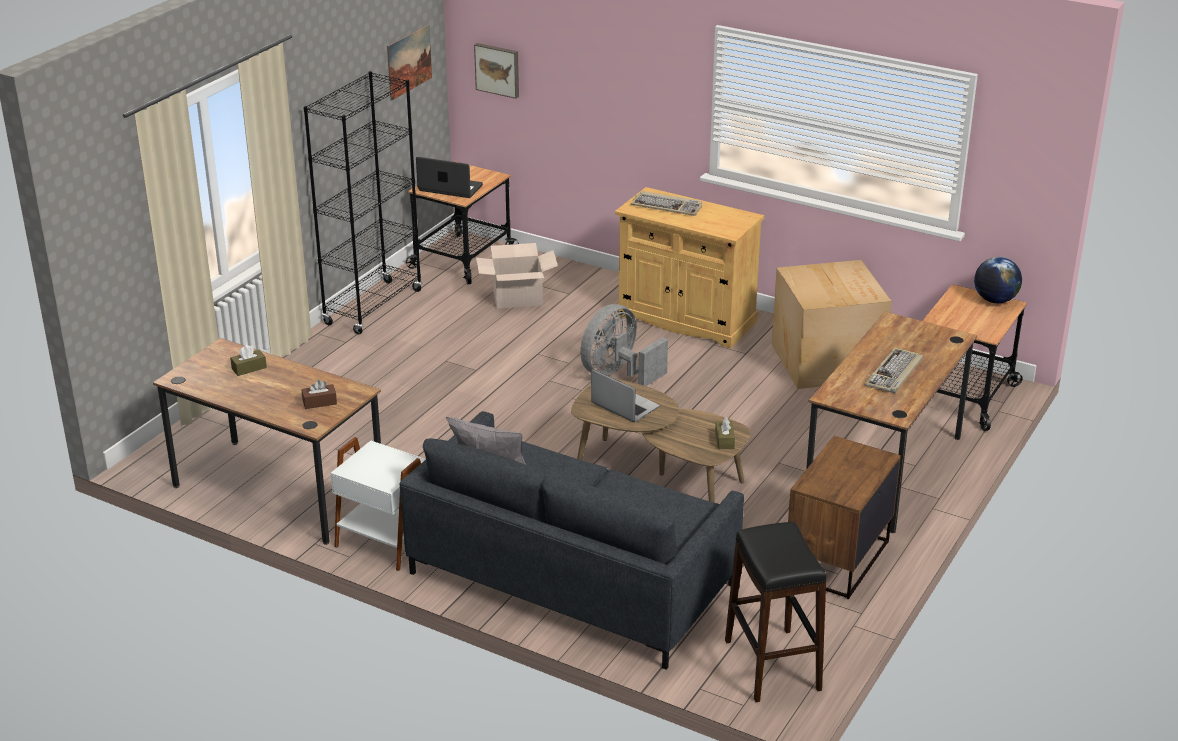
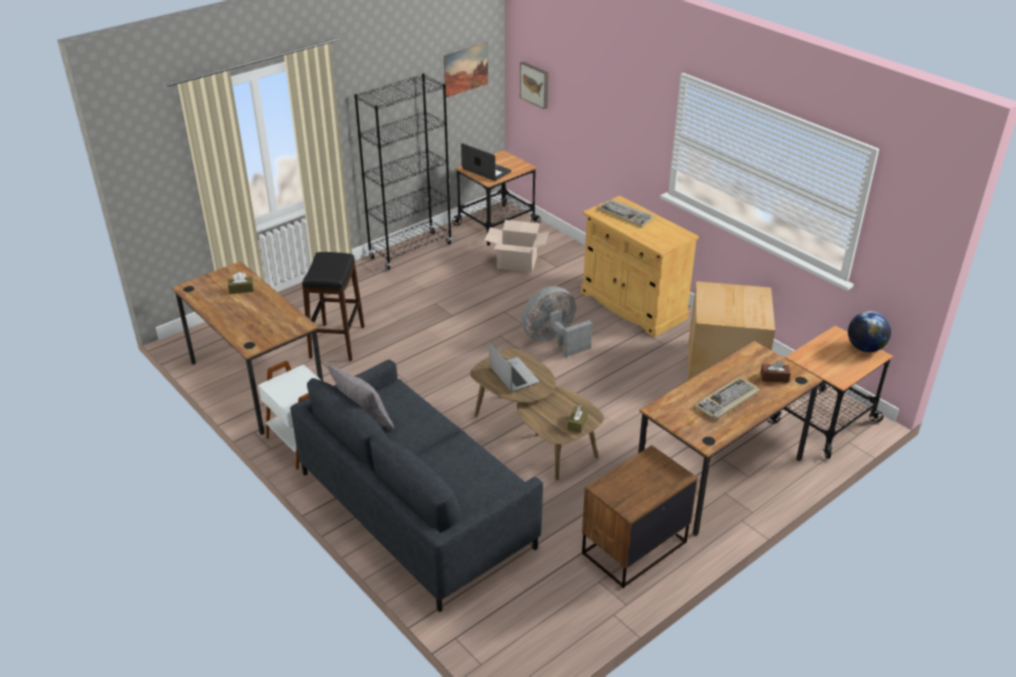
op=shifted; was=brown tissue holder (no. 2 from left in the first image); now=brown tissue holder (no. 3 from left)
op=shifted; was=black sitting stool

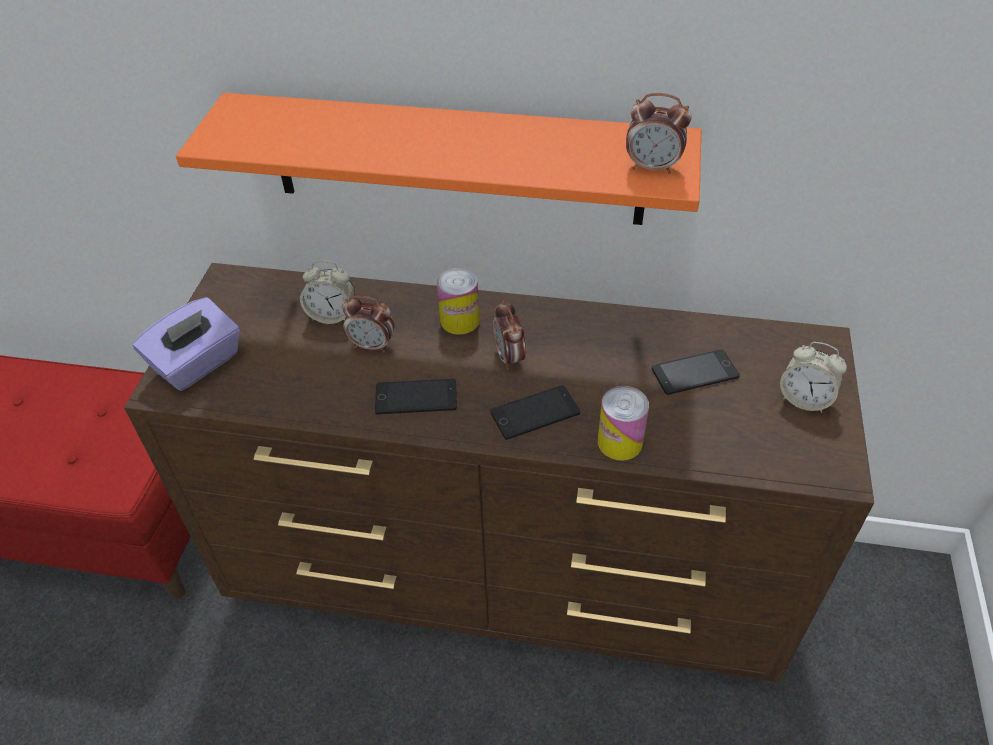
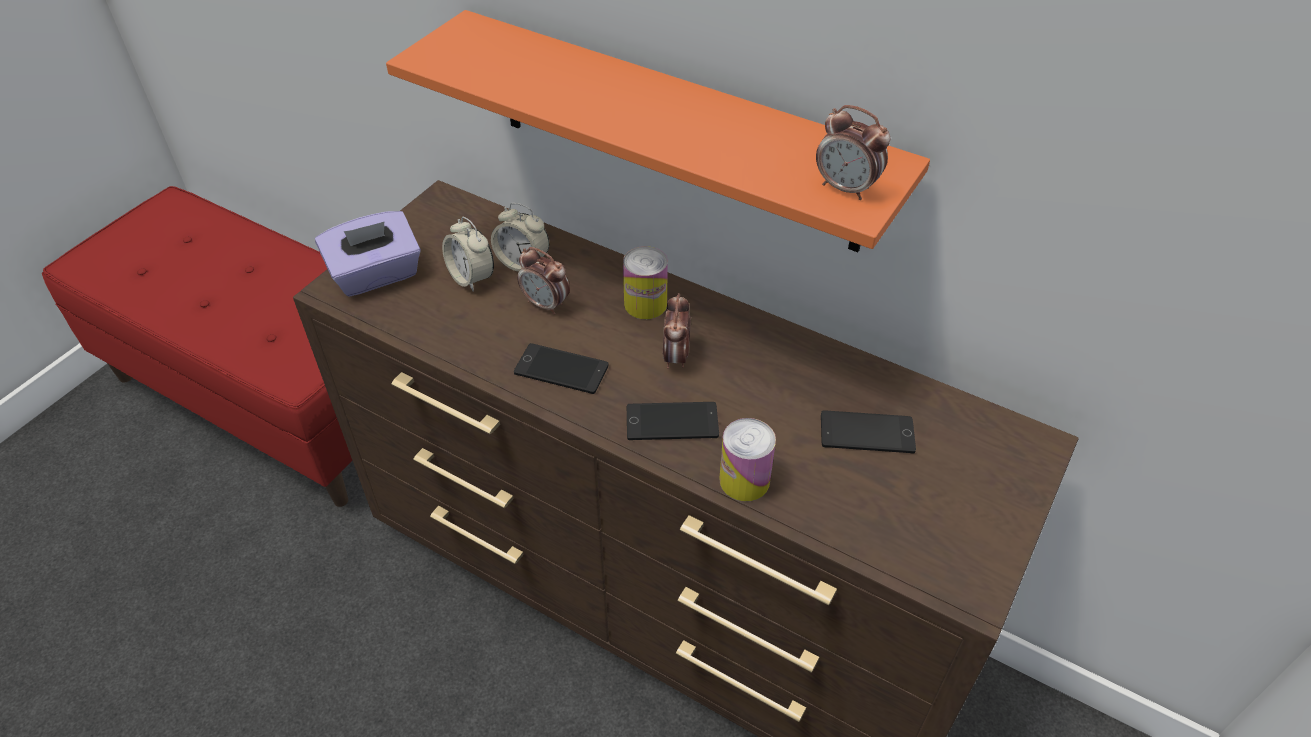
op=shifted; was=table clock (no. 5 from left in the first image); now=table clock (no. 1 from left)

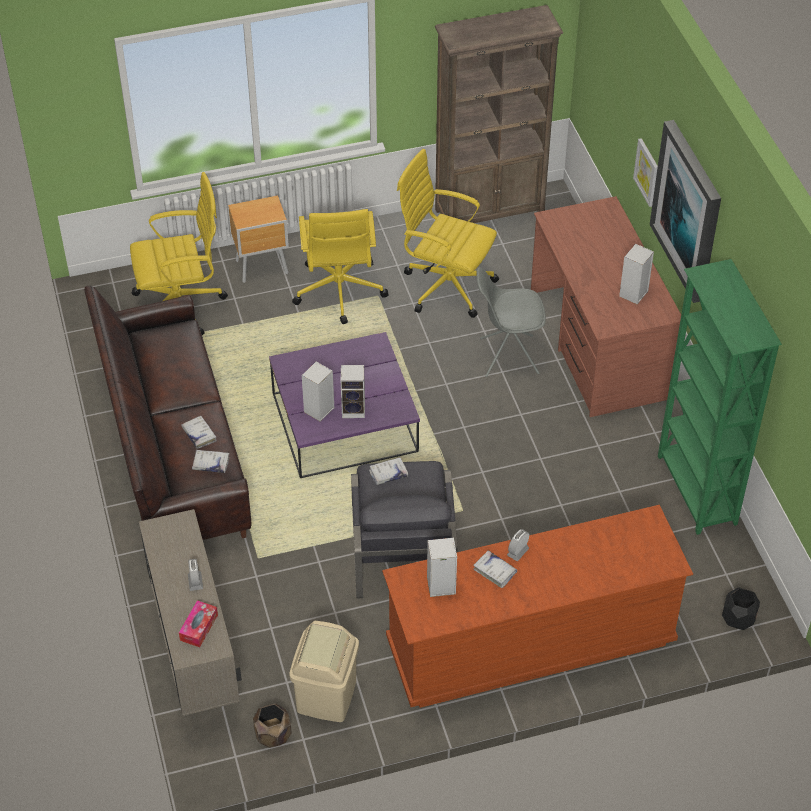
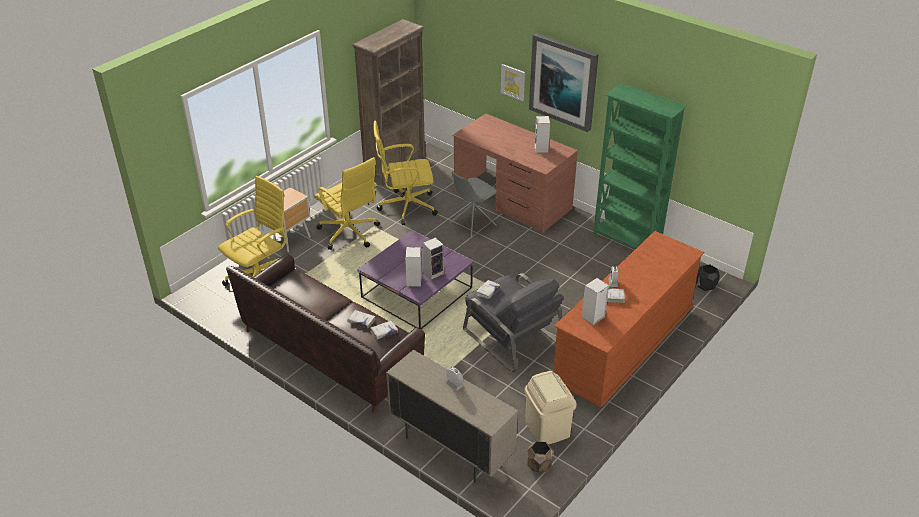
op=gone; was=tissue holder

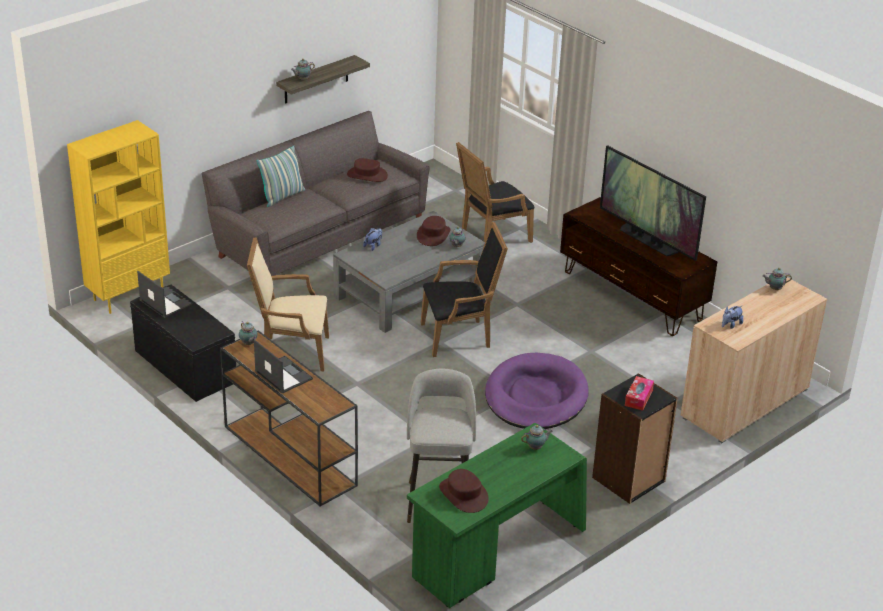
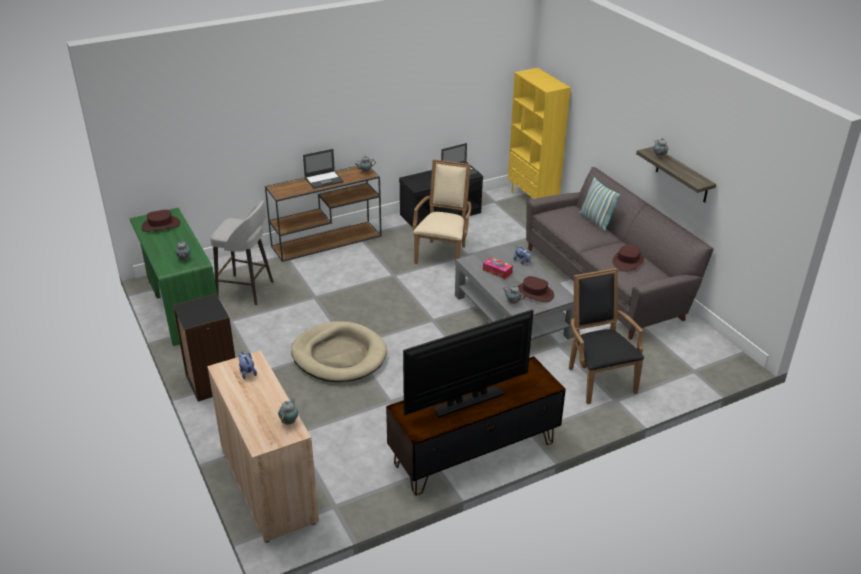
op=gone; was=black armchair (no. 1 from left)
op=repainted; was=purplish dog bed; now=sand-coloured dog bed
op=shifted; was=tissue holder

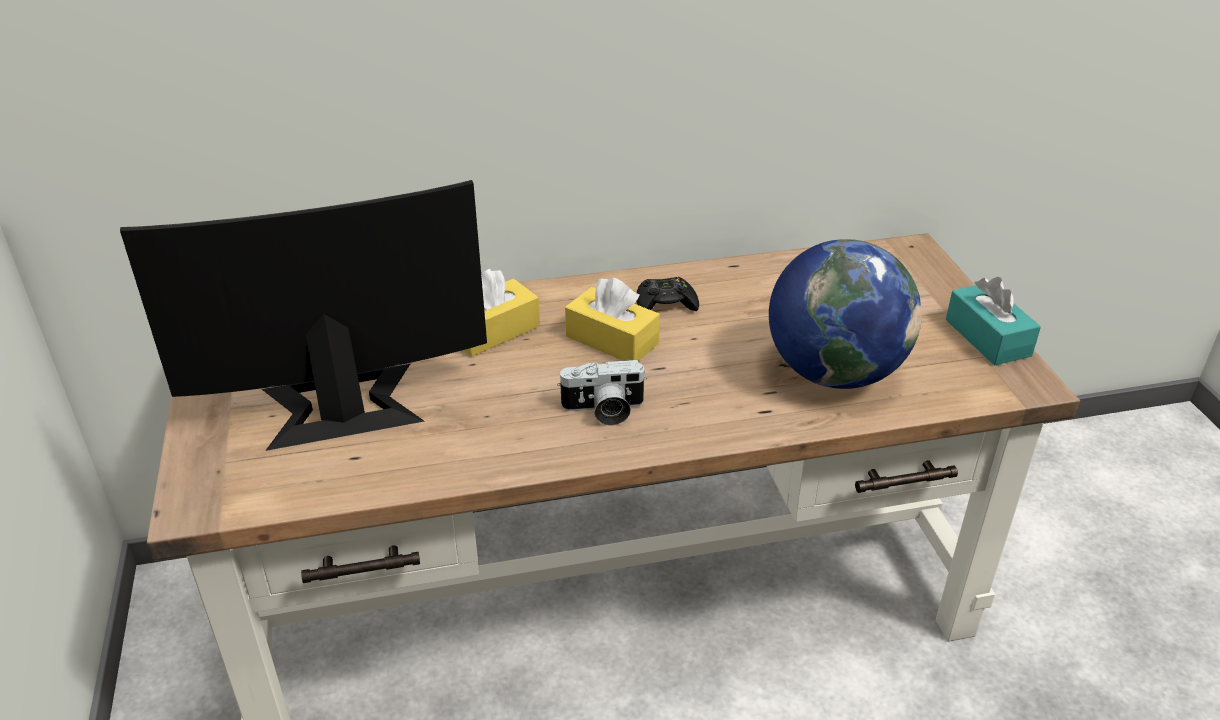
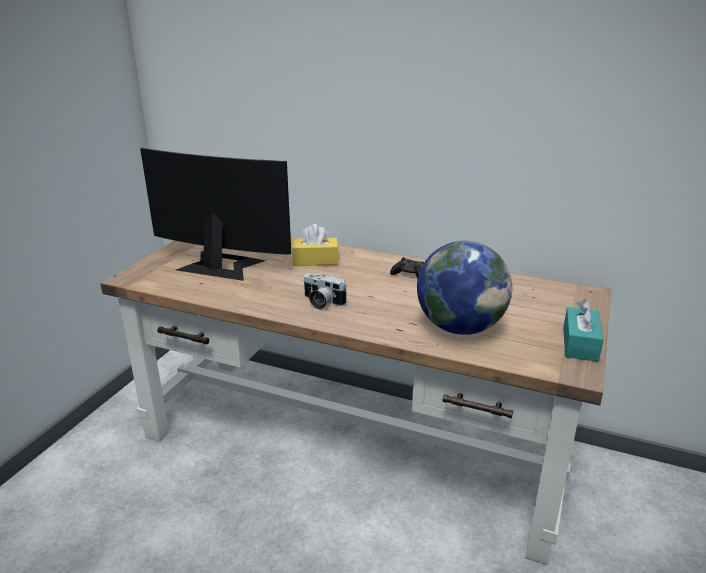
op=gone; was=yellow tissue holder (no. 2 from left)

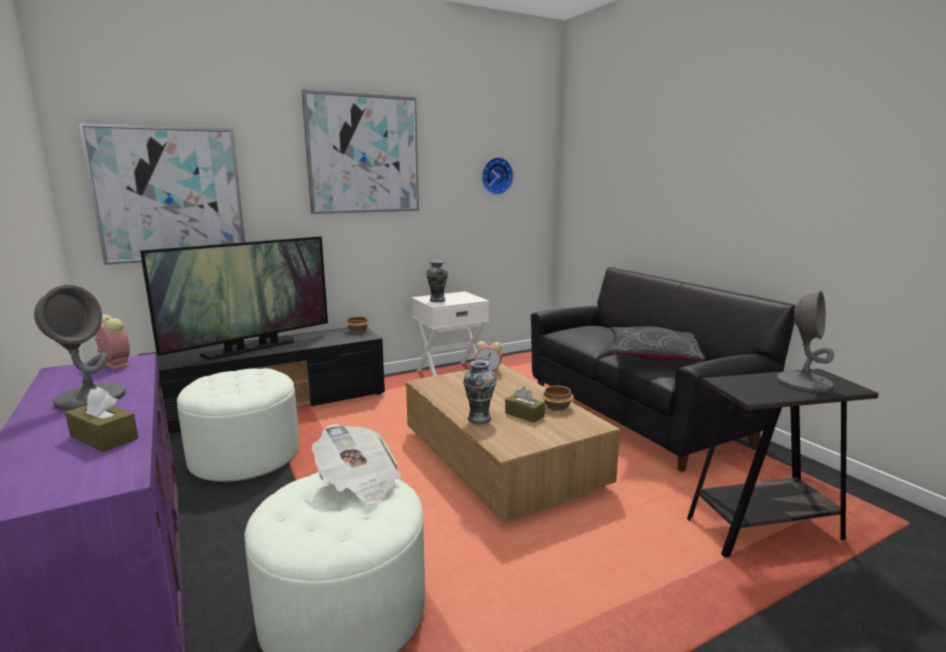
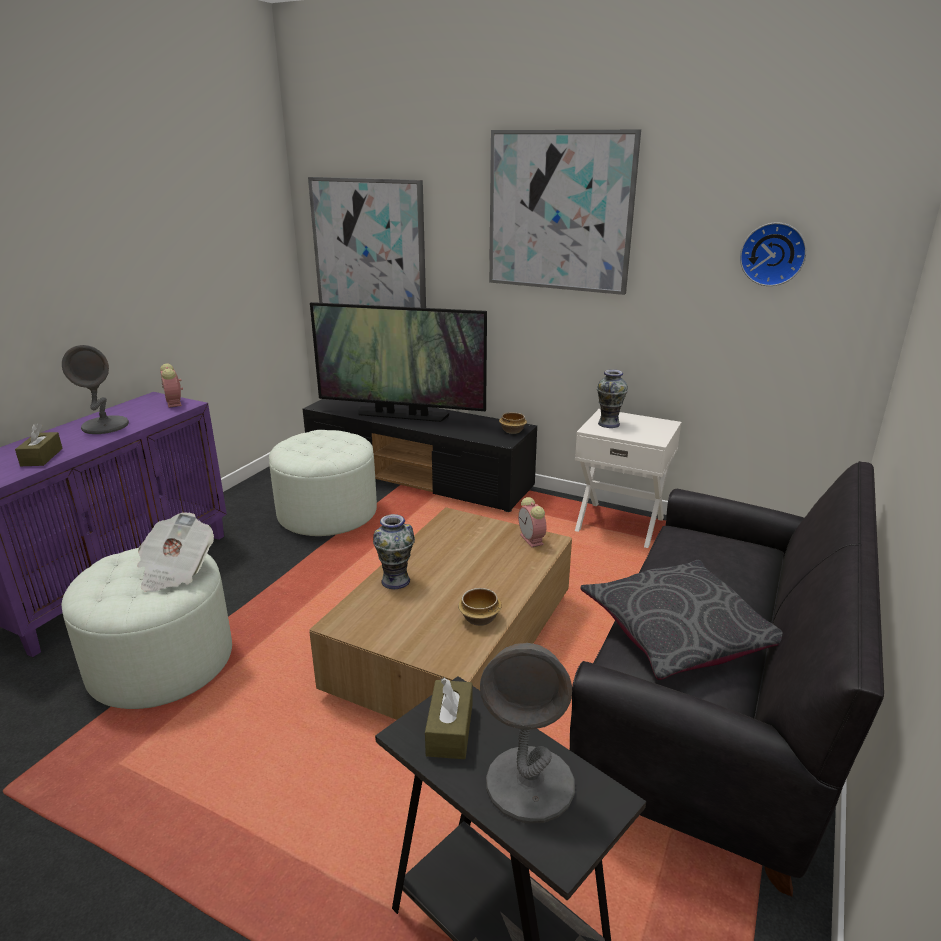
op=rotated; was=table clock (no. 1 from left); clockwise=150
op=shifted; was=brown tissue holder (no. 2 from left)

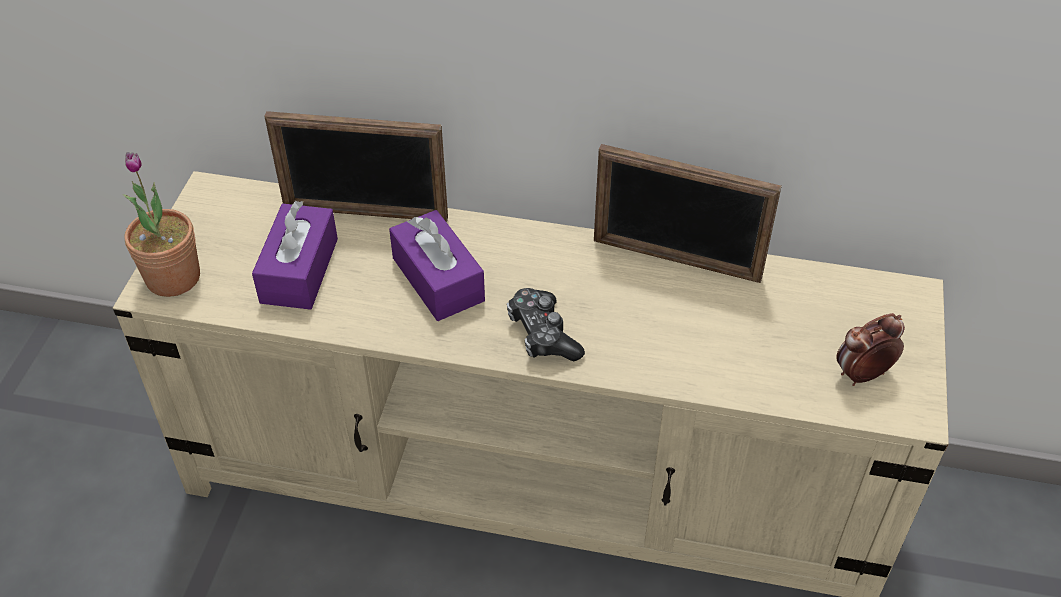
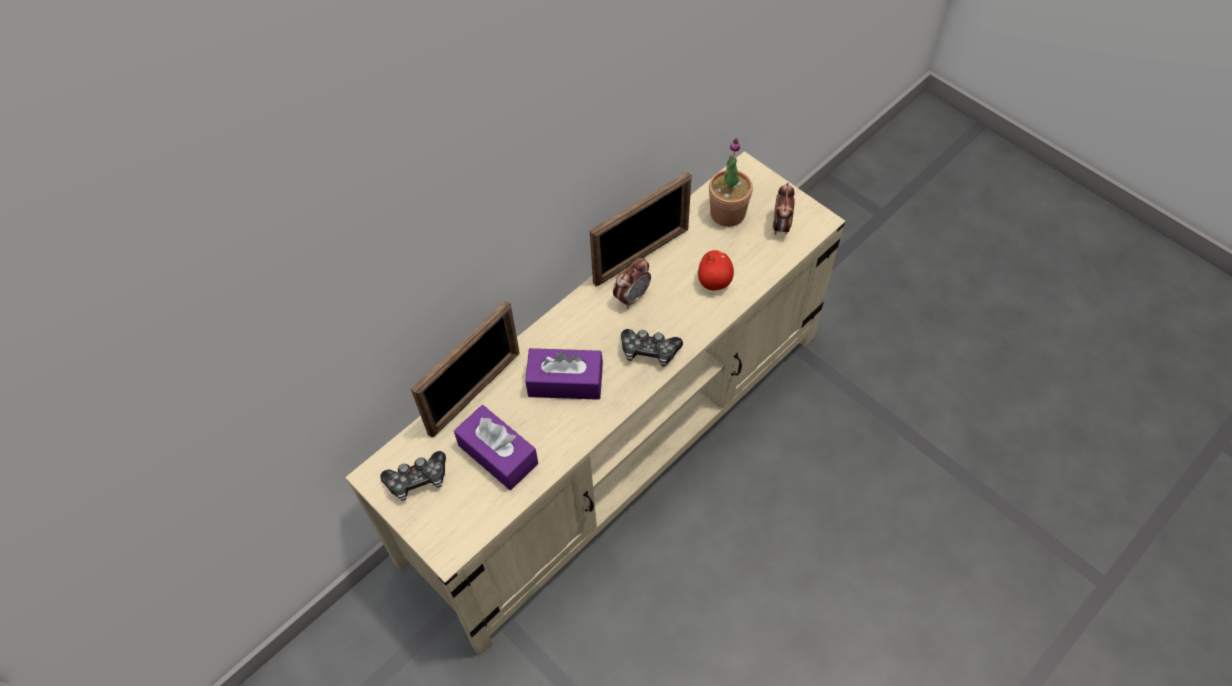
op=shifted; was=potted plant
op=new; now=joypad (no. 1 from left)
op=new; now=table clock (no. 1 from left)
op=new; now=whole apple

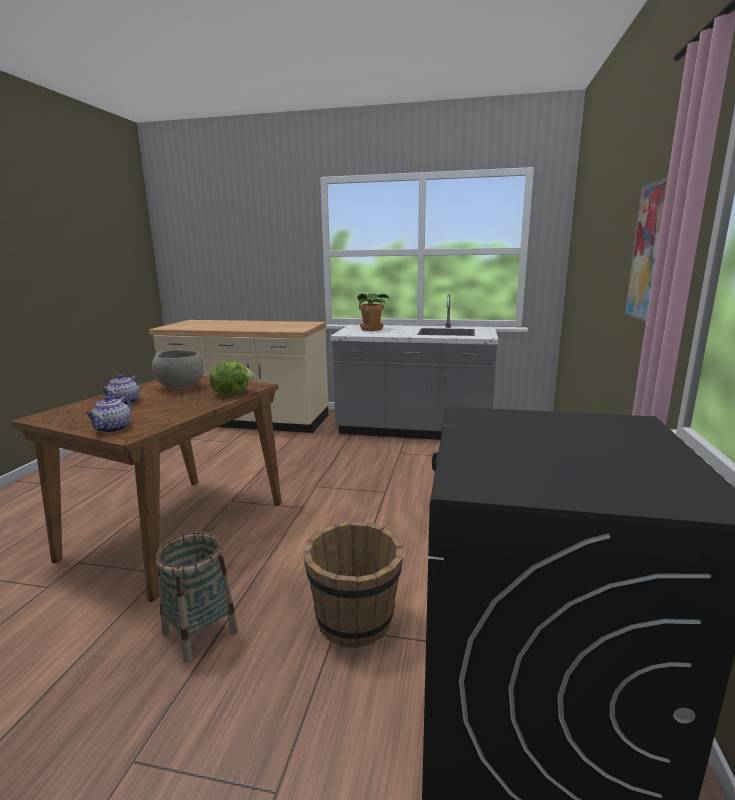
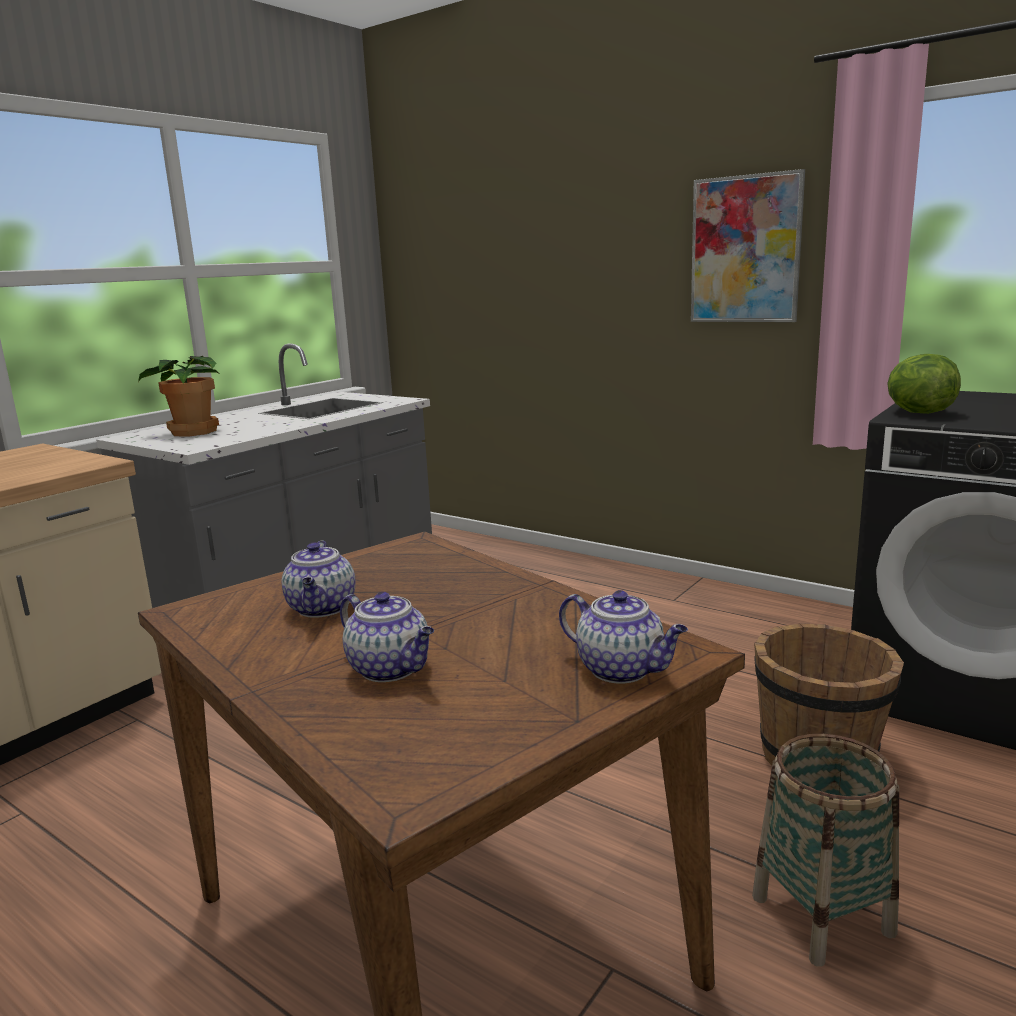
op=swapped; was=greyish bowl; now=tea pot (no. 1 from left)
op=shifted; was=lettuce head

